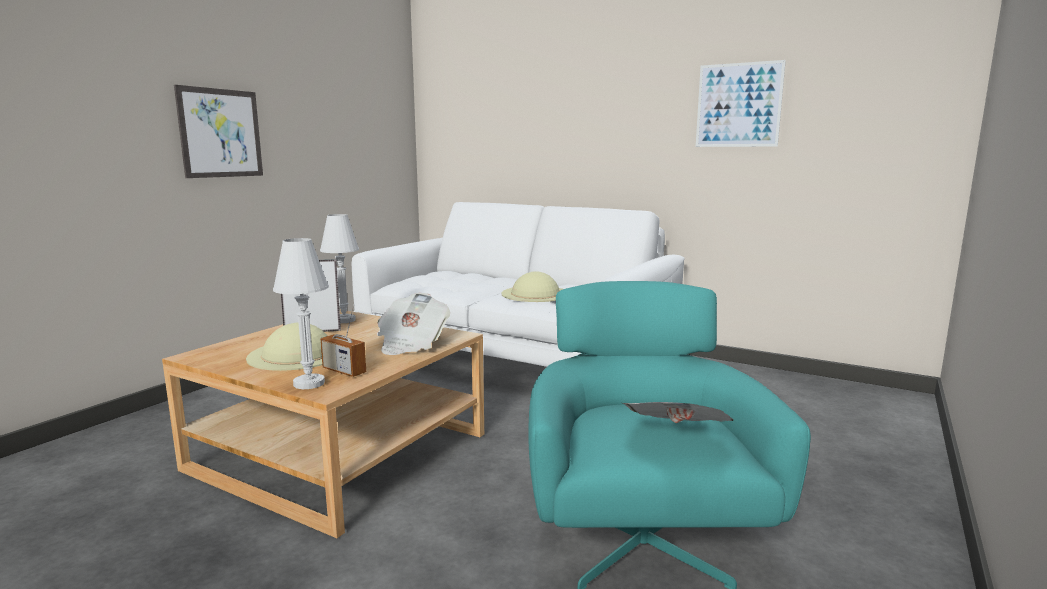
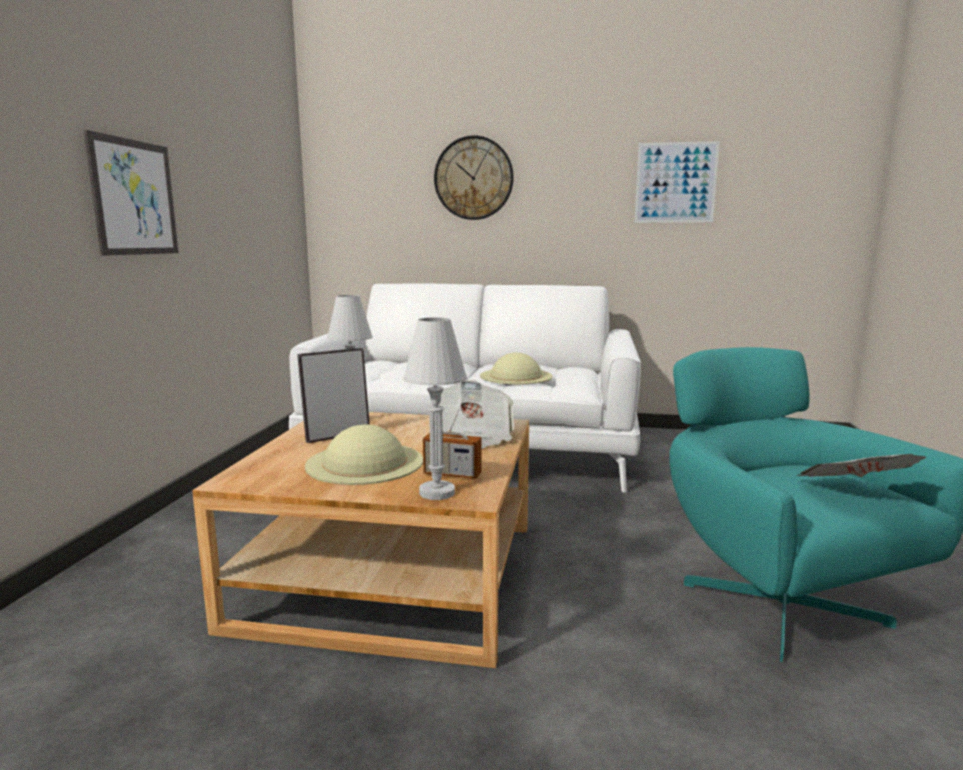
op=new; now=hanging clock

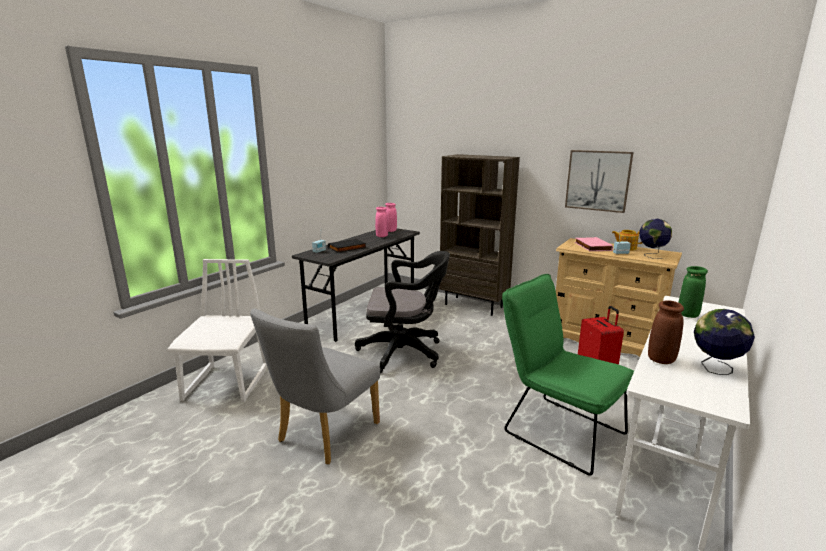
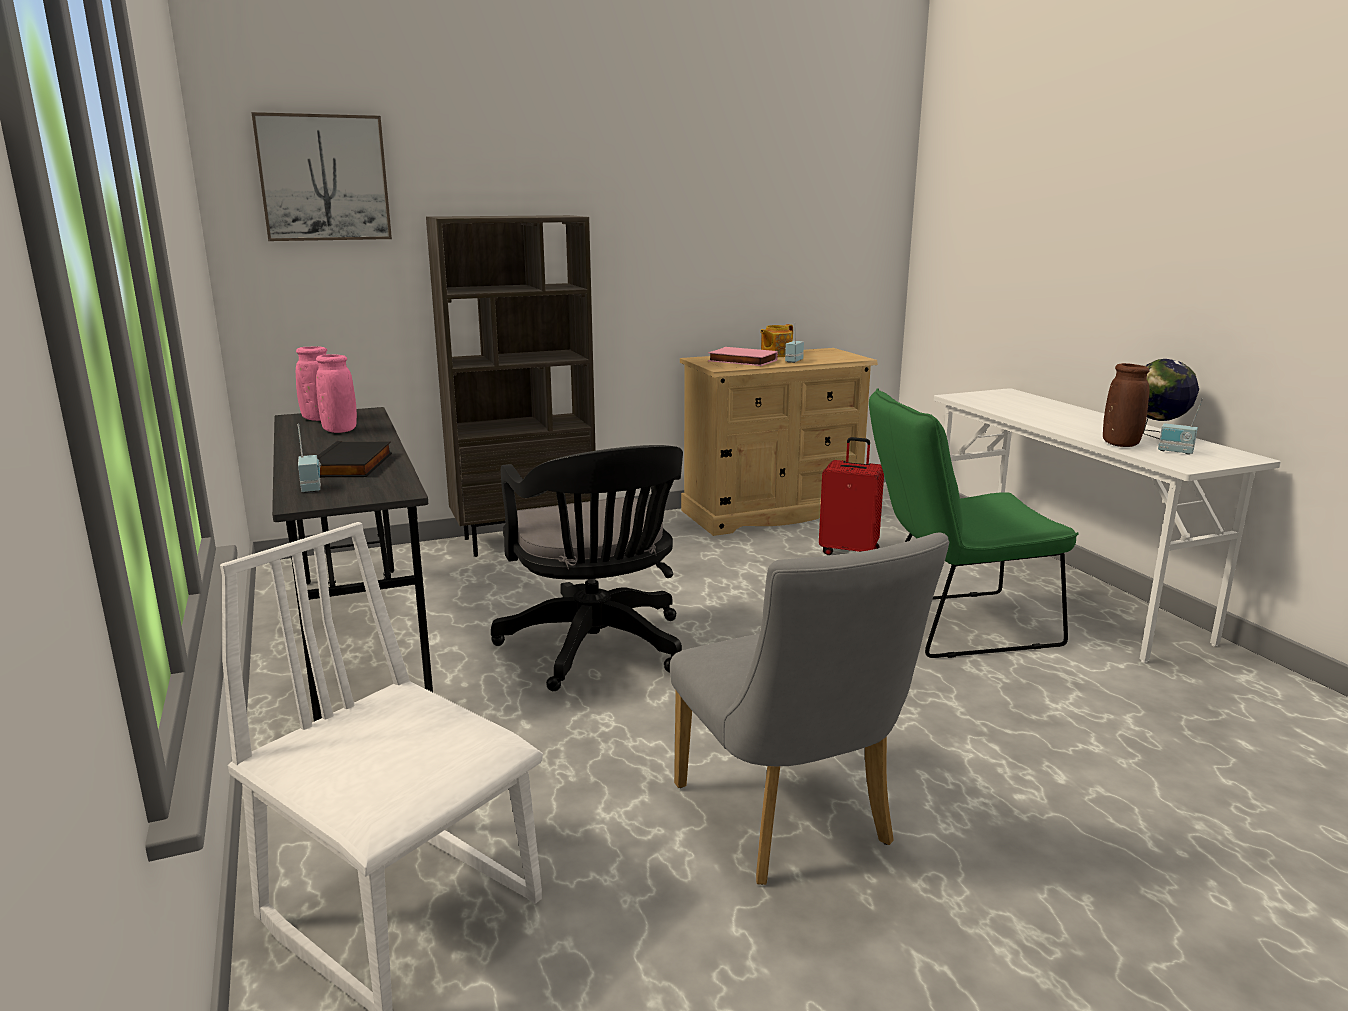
op=rotated; was=black computer chair; clockwise=120
op=shifted; was=picture
op=gone; was=world globe (no. 1 from left)
op=gone; was=green vase
op=new; now=radio (no. 3 from left)

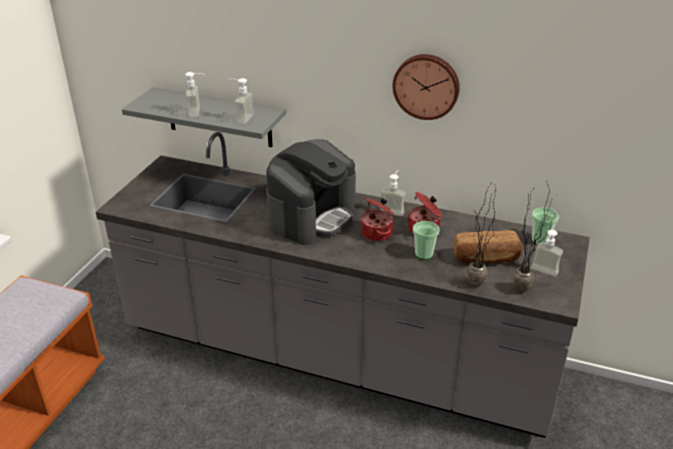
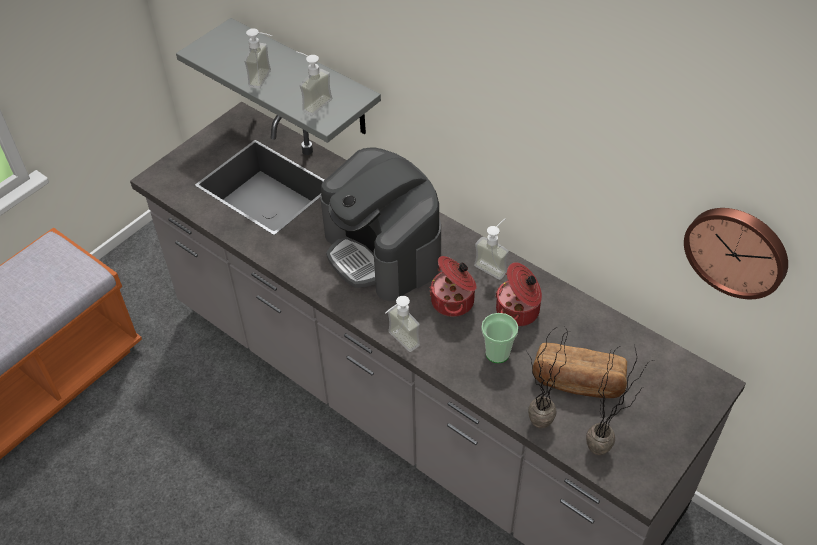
op=rotated; was=coffee maker; clockwise=90
op=shifted; was=hanging clock
op=shifted; was=soap bottle (no. 4 from left in the first image); now=soap bottle (no. 3 from left)
op=gone; was=cup (no. 2 from left)

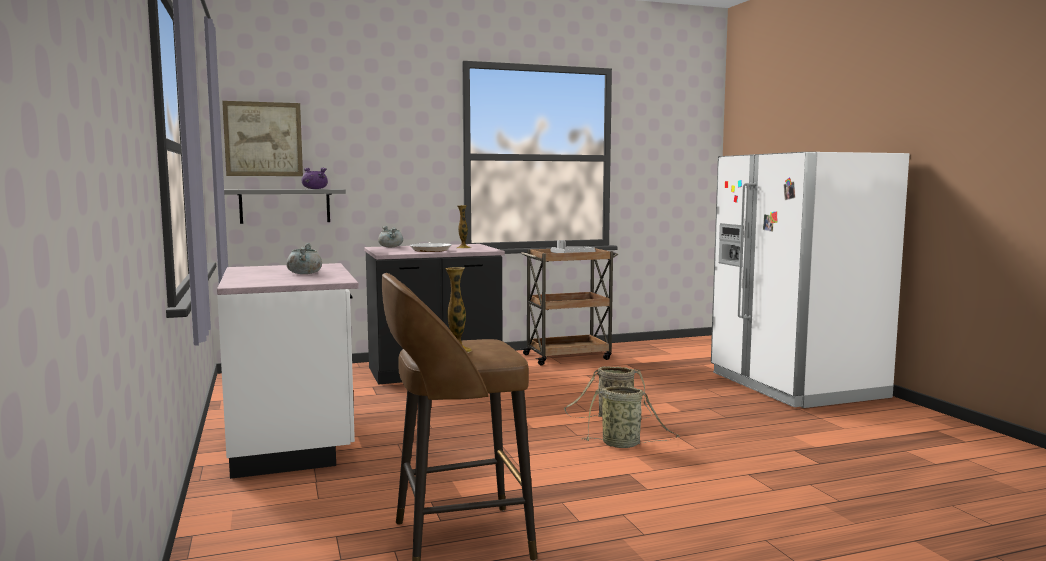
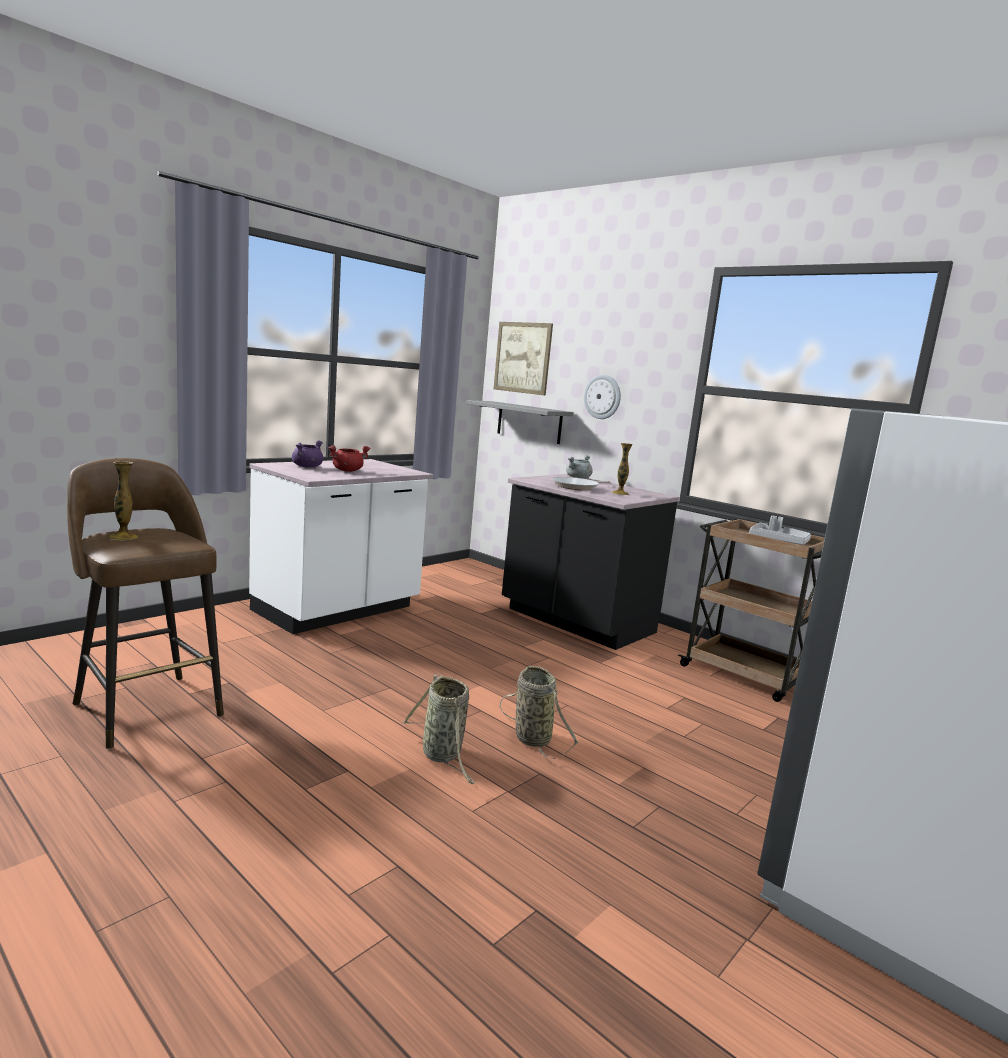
op=repainted; was=greyish saucepot (no. 1 from left); now=reddish saucepot
op=shifted; was=purplish saucepot
op=new; now=hanging clock

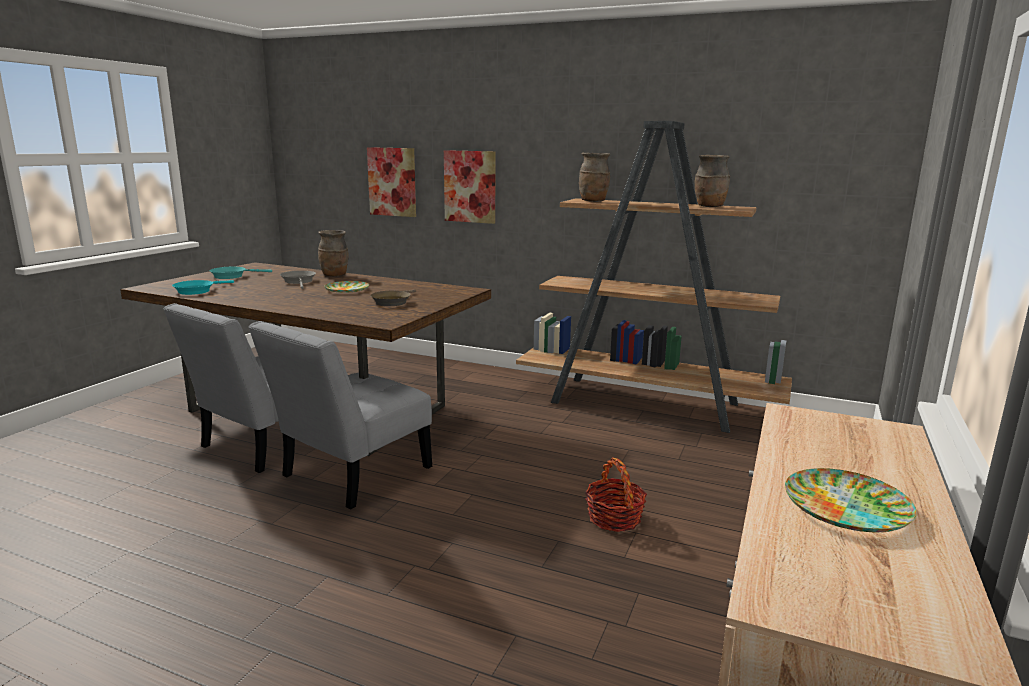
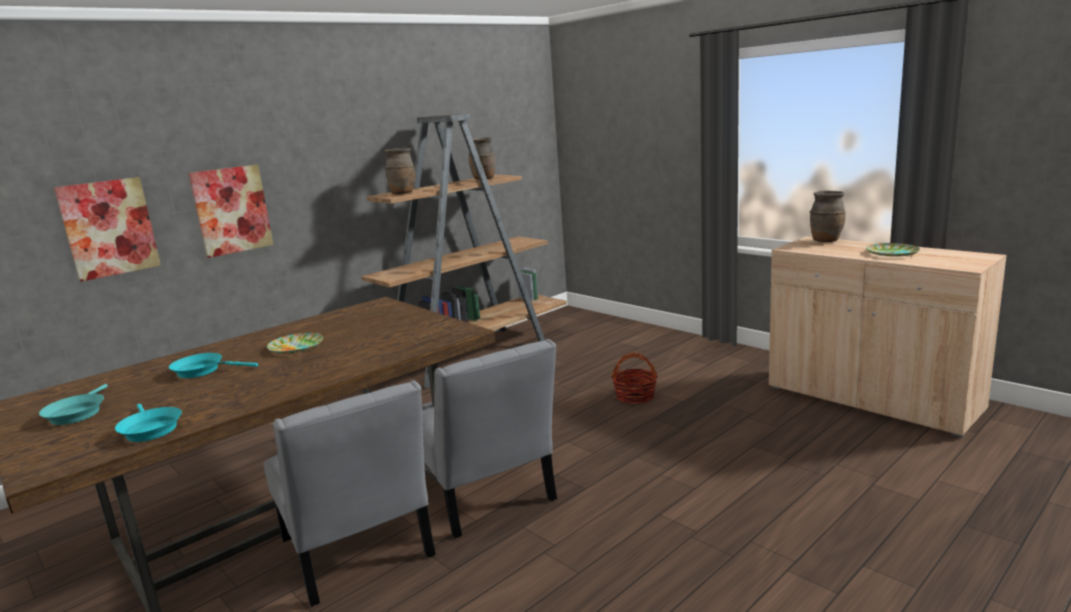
op=repainted; was=greyish pan; now=turquoise pan (no. 3 from left)
op=shifted; was=brown vase (no. 1 from left in the first image); now=brown vase (no. 3 from left)
op=gone; was=brown pan

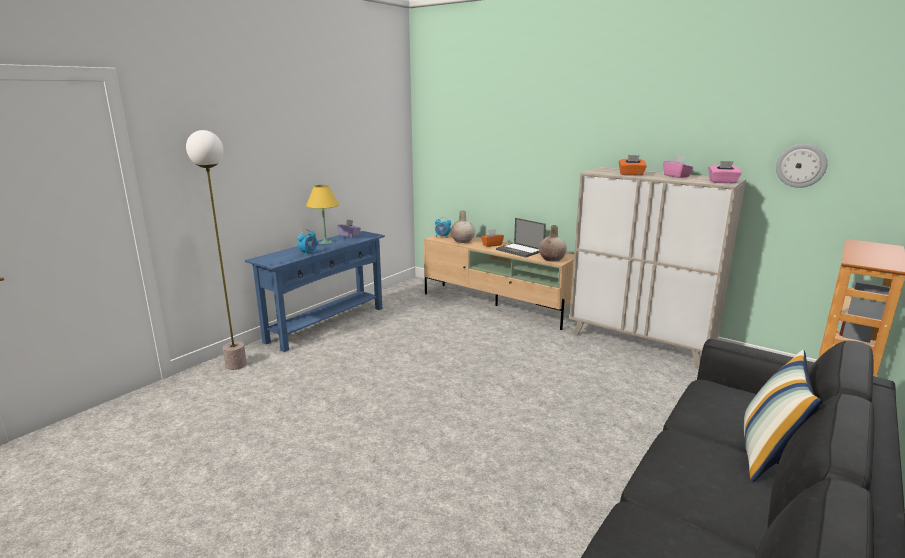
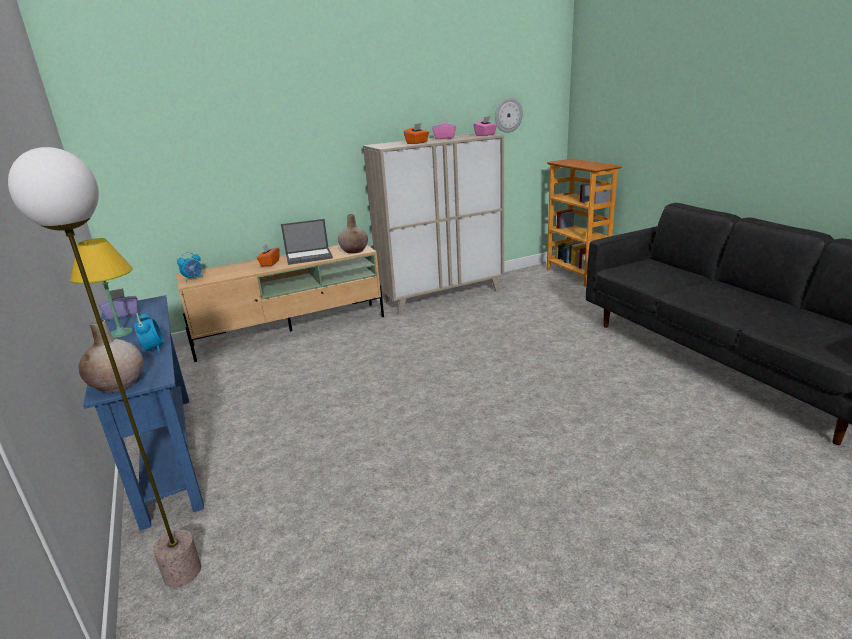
op=shifted; was=sand-coloured vase (no. 1 from left)
op=gone; was=pillow

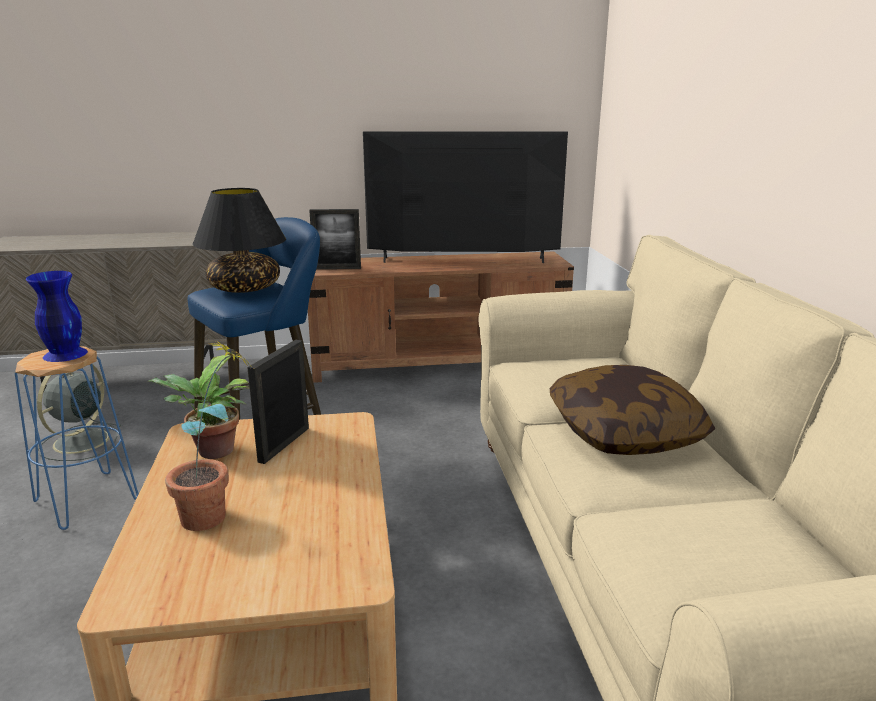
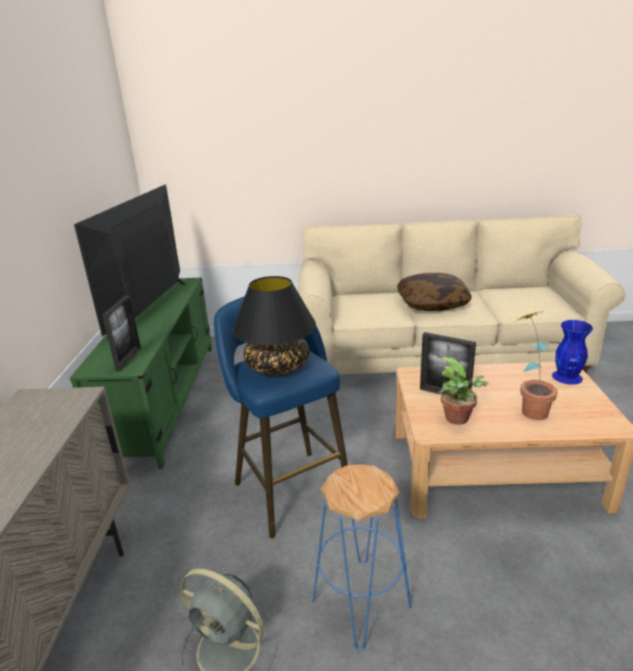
op=shifted; was=blue vase
op=repainted; was=brown tv stand; now=green tv stand

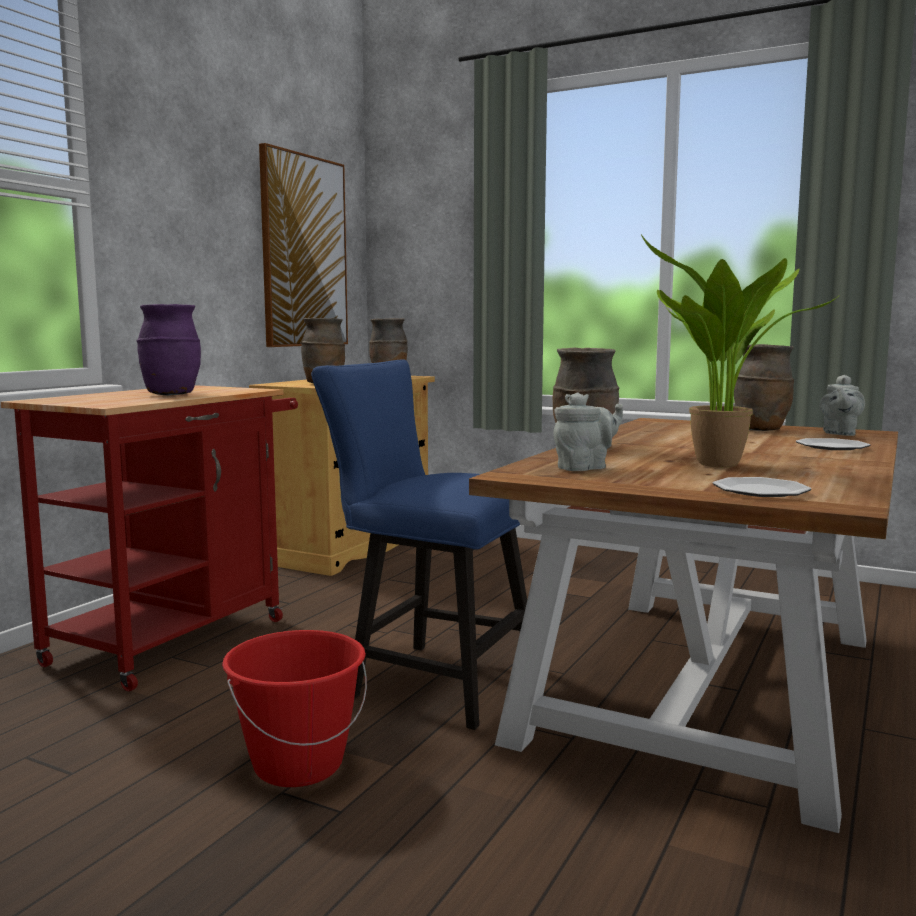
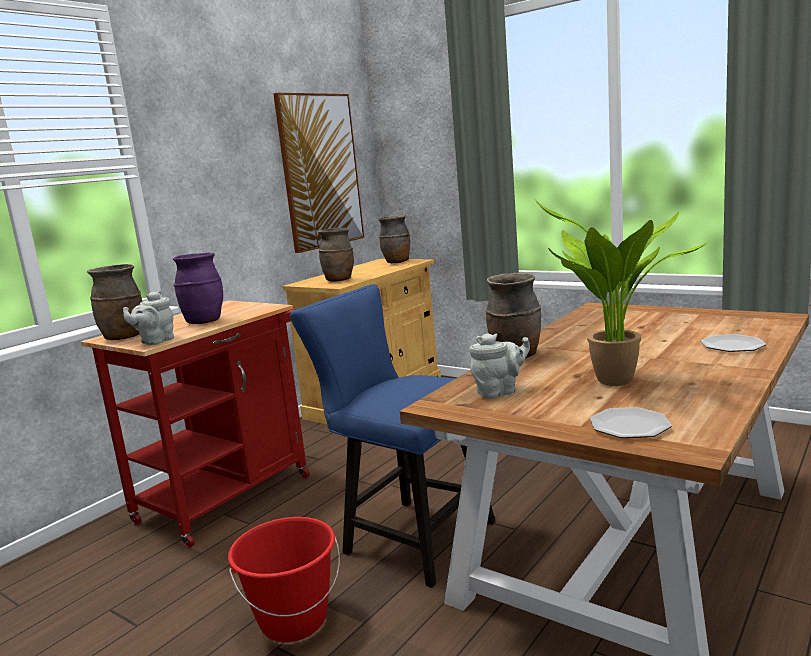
op=shifted; was=brown vase (no. 4 from left in the first image); now=brown vase (no. 1 from left)
op=shifted; was=greyish tea pot (no. 2 from left in the first image); now=greyish tea pot (no. 1 from left)

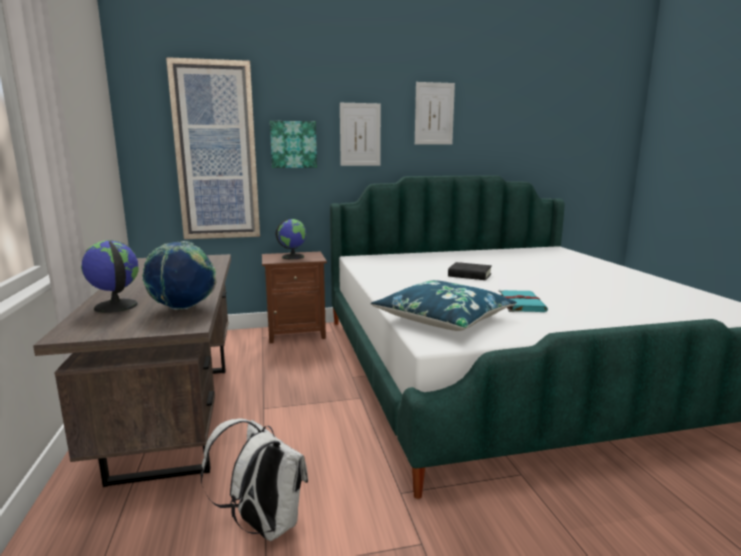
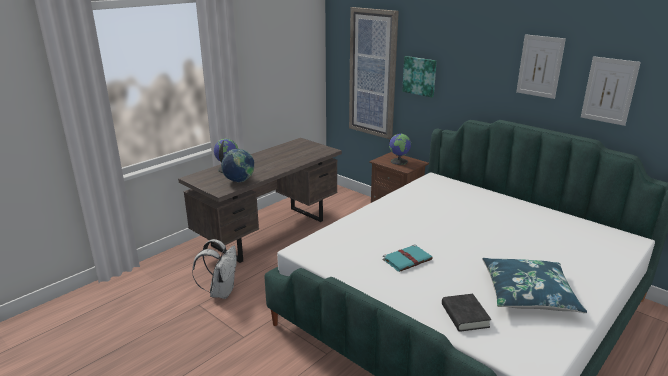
op=shifted; was=picture (no. 3 from left in the first image); now=picture (no. 4 from left)
op=shifted; was=blue pillow
op=shifted; was=black bound book

